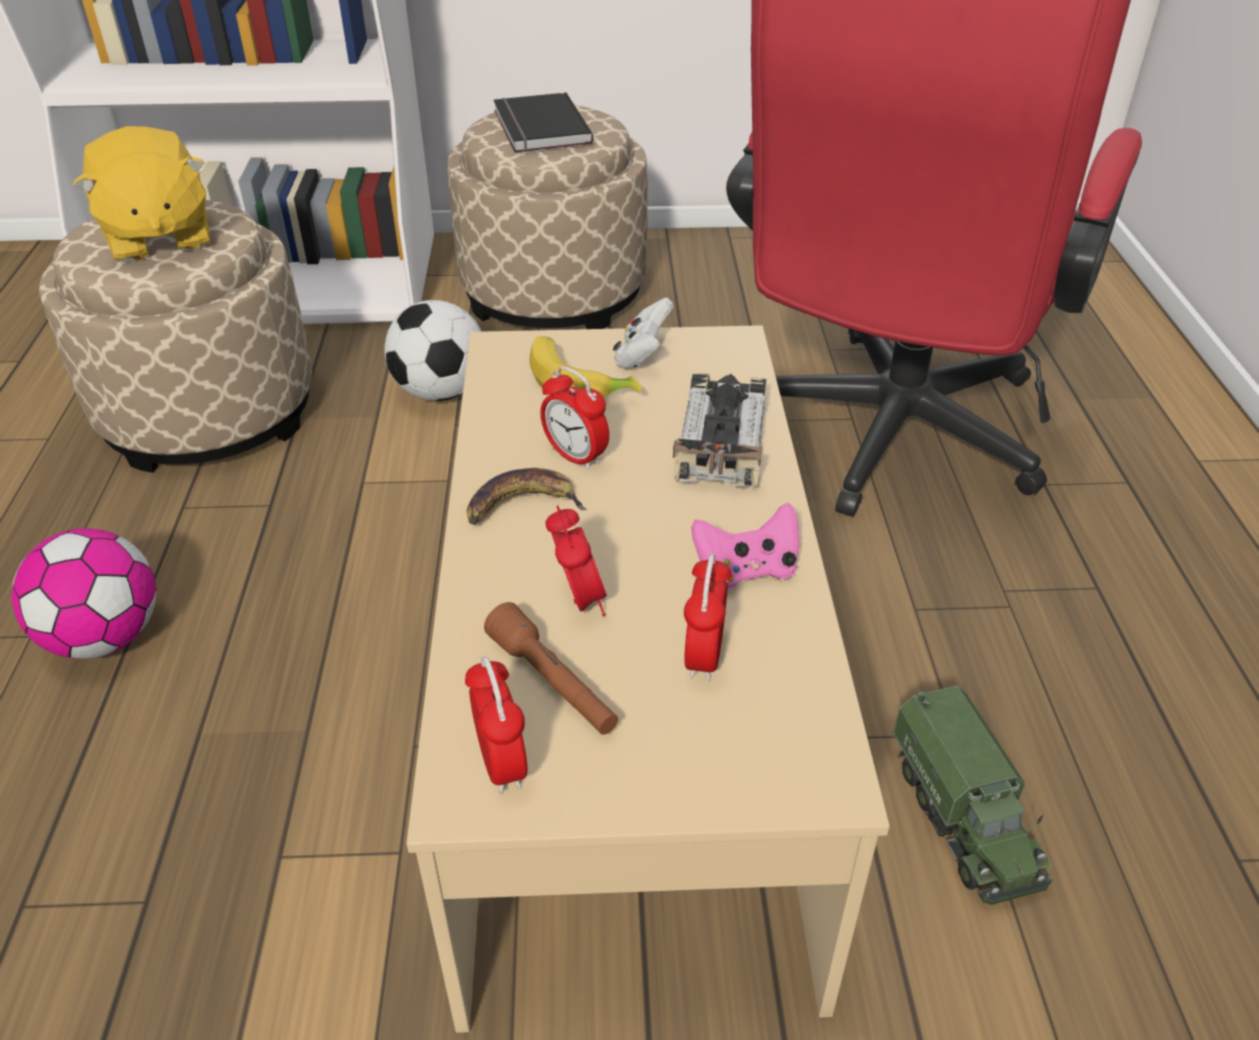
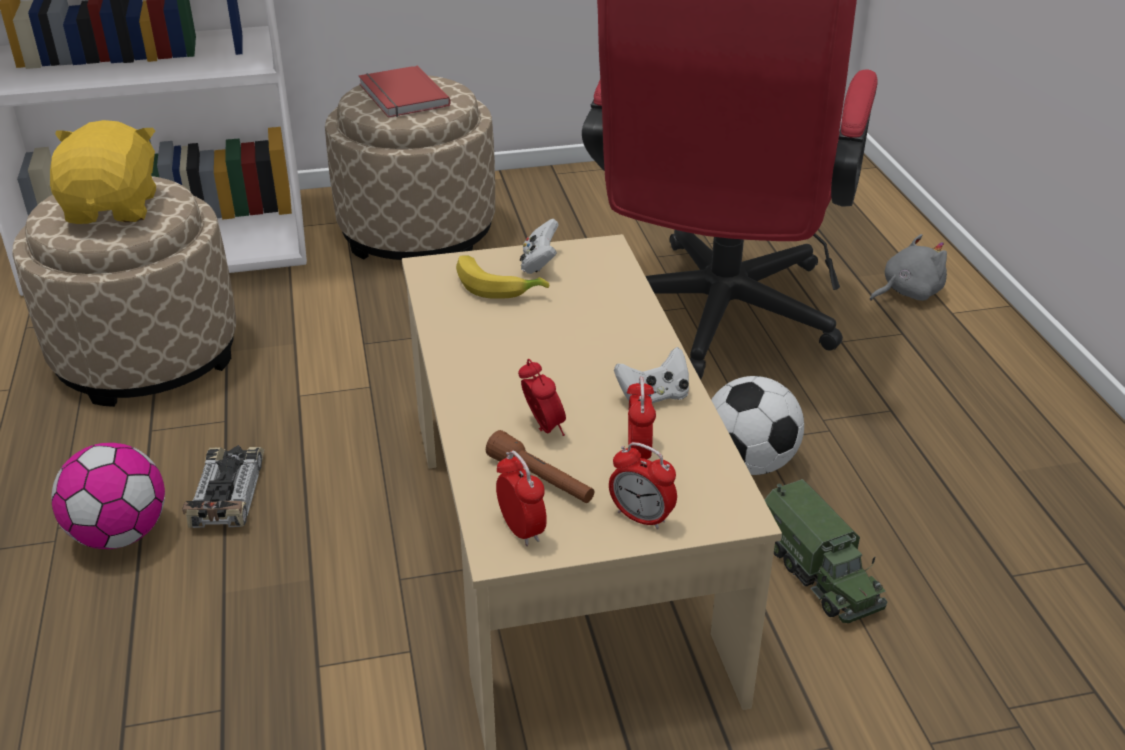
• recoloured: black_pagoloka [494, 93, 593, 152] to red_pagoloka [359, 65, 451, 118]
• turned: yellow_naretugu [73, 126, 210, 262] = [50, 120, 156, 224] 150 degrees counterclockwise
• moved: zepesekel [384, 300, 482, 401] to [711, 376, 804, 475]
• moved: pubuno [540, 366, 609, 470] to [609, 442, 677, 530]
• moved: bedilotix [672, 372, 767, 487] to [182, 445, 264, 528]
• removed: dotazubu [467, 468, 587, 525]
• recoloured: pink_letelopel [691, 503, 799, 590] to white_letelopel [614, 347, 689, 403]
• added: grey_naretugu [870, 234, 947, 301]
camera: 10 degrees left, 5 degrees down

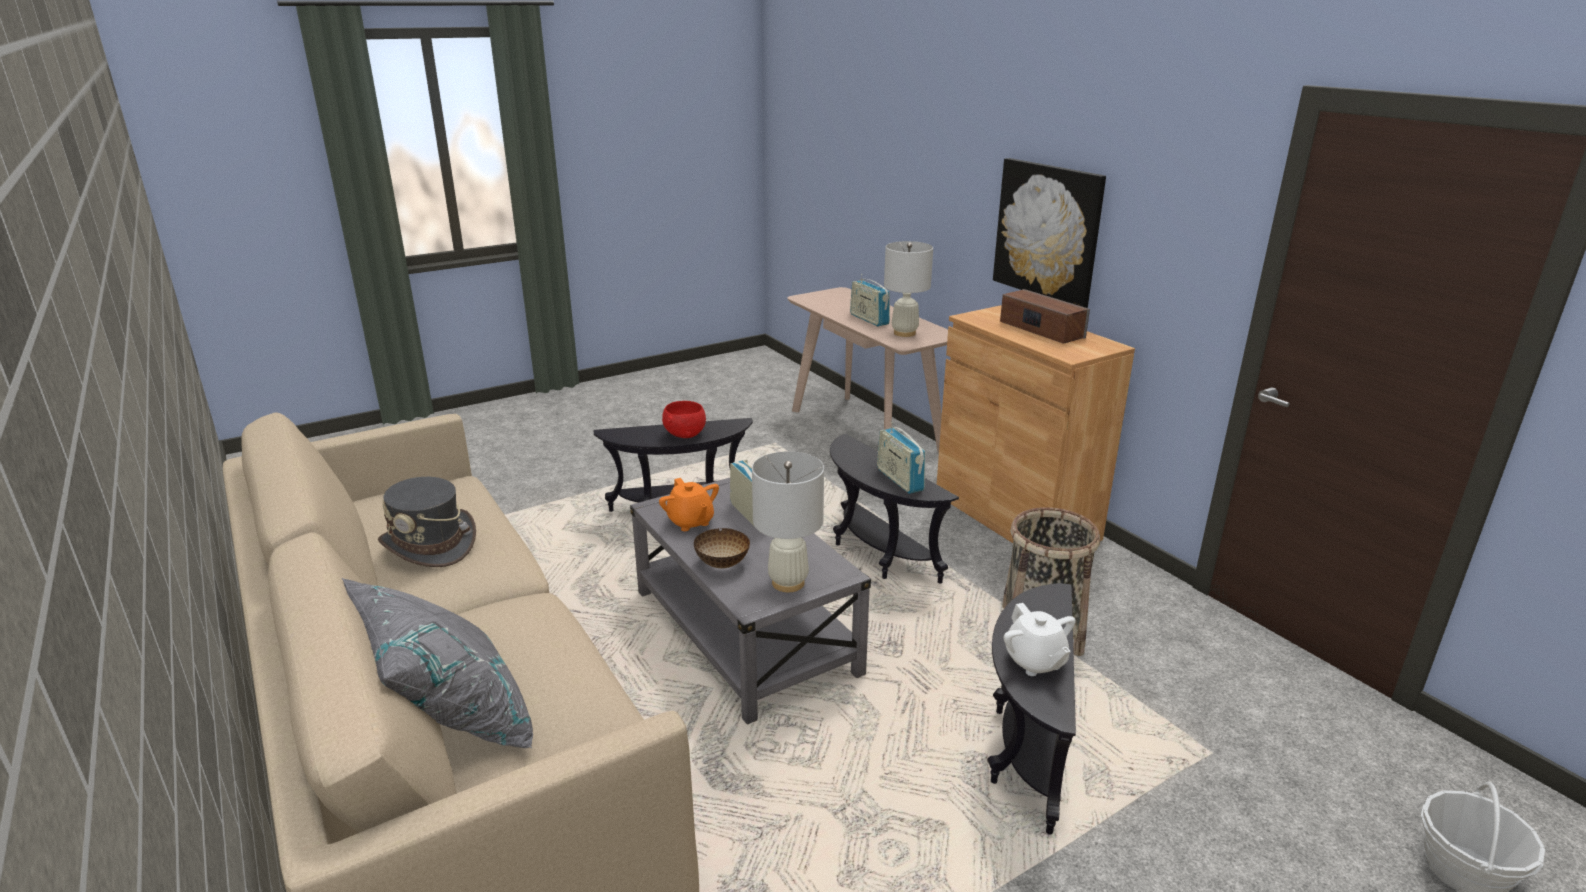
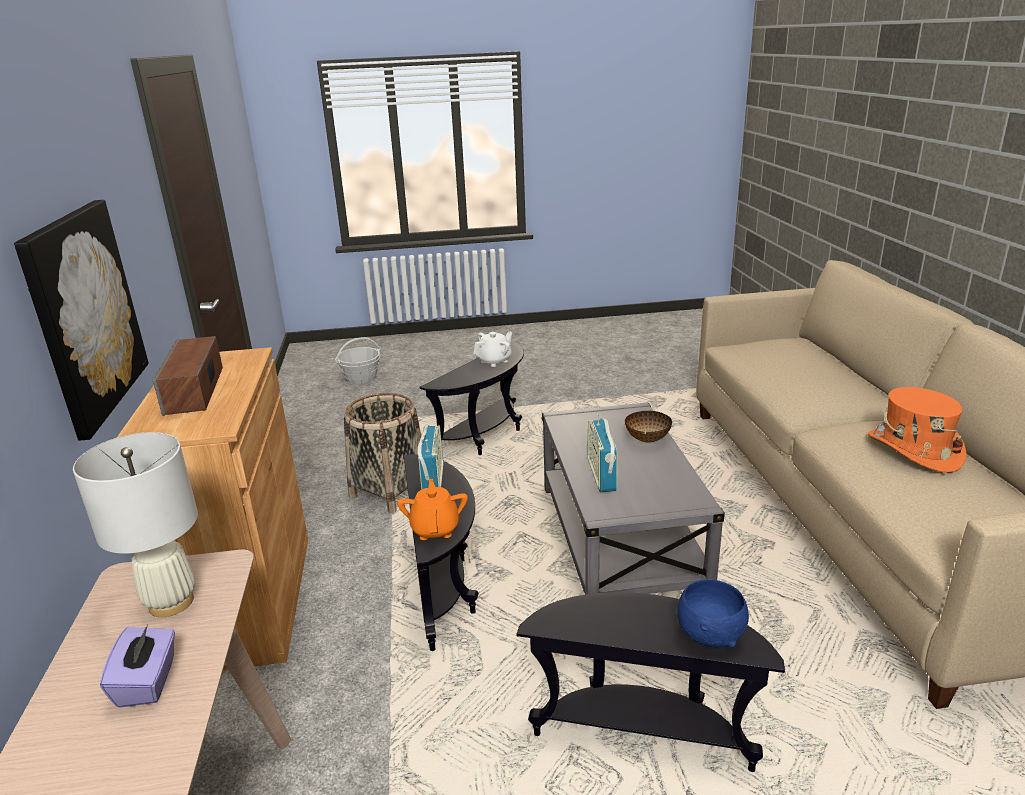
• replaced: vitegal [850, 274, 890, 326] to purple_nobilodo [100, 624, 175, 707]
• removed: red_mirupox [662, 401, 706, 438]
• removed: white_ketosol [752, 451, 824, 592]
• recoloured: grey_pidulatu [378, 477, 476, 567] to orange_pidulatu [868, 387, 966, 473]
• moved: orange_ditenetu [659, 478, 719, 531] to [397, 479, 468, 540]
• removed: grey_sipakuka [342, 578, 533, 748]
• turned: white_ditenetu [1004, 603, 1076, 676] = [473, 332, 512, 367] 45 degrees clockwise
• added: blue_mirupox [677, 579, 749, 647]
camera: 155 degrees left, 0 degrees up

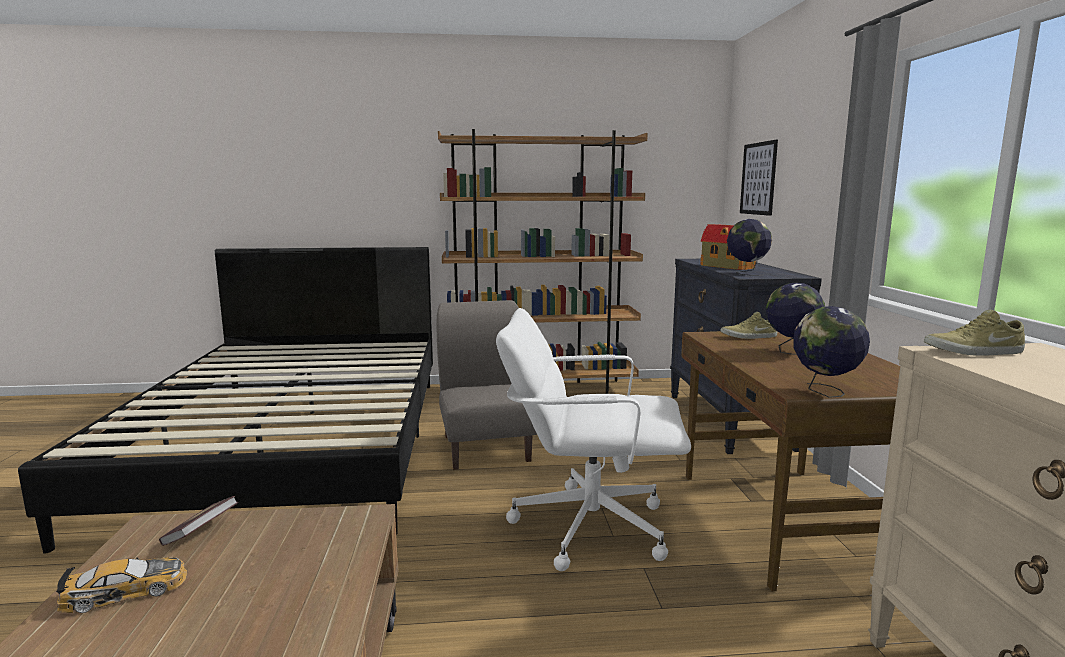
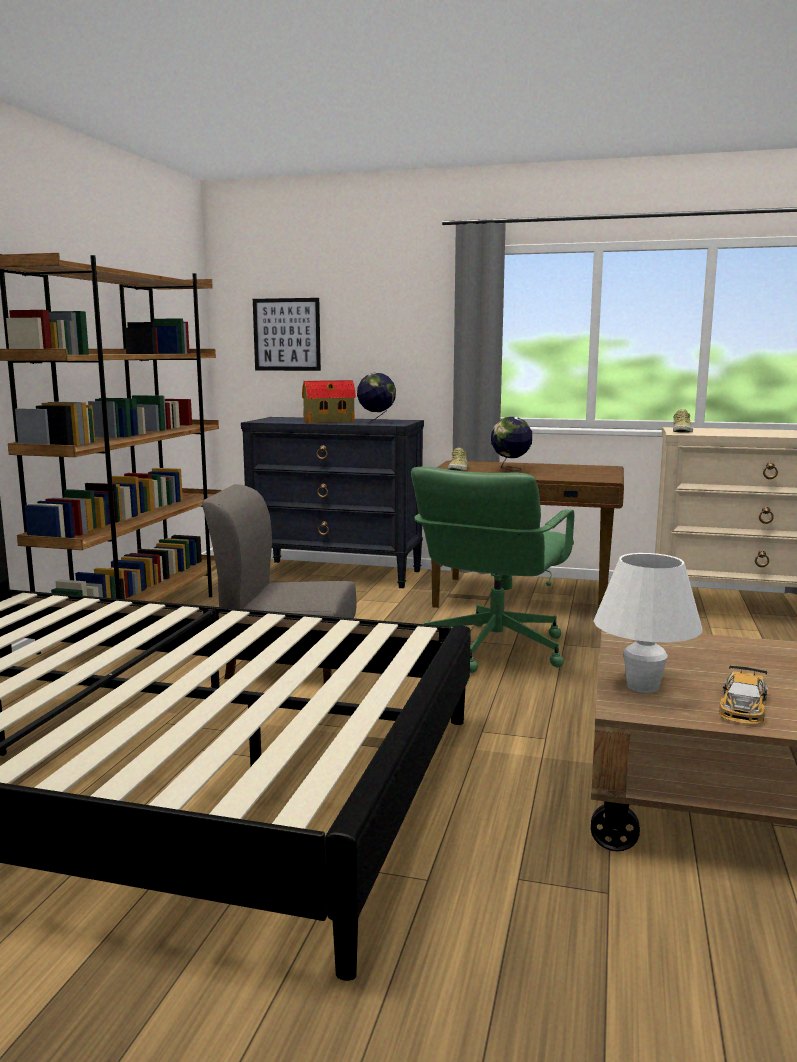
• removed: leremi [793, 306, 870, 398]
• recoloured: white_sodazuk [496, 308, 691, 571] to green_sodazuk [411, 466, 574, 673]
• replaced: pagoloka [159, 496, 238, 546] to white_ketosol [594, 553, 702, 693]
• turned: bedilotix [56, 557, 187, 613] = [719, 665, 768, 724] 150 degrees counterclockwise
camera: 70 degrees left, 0 degrees up

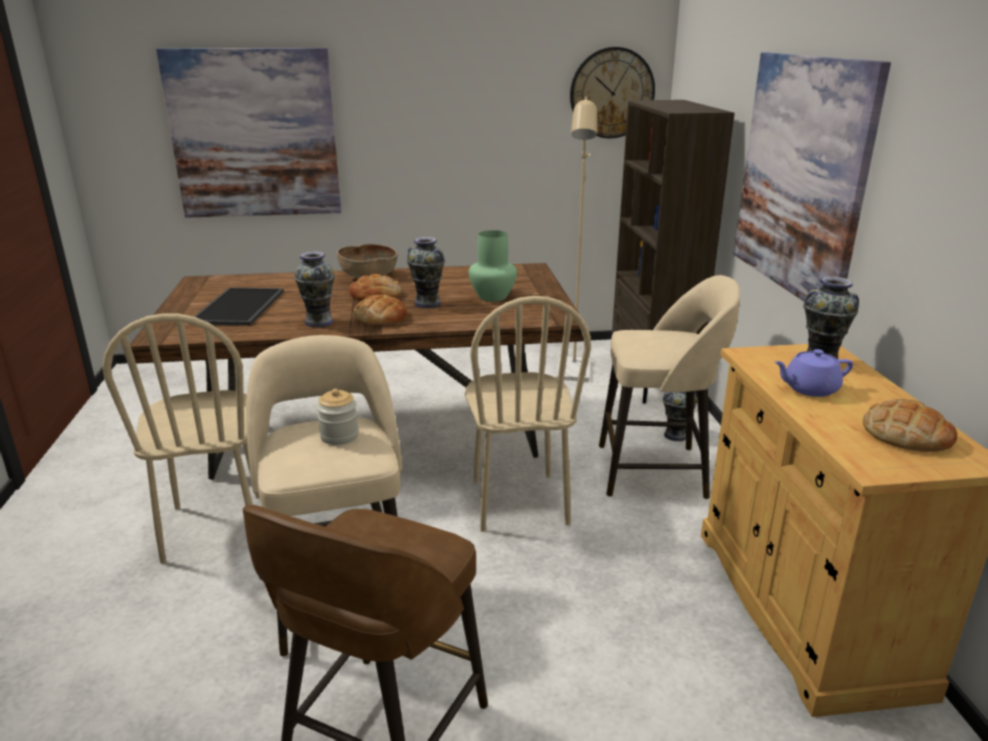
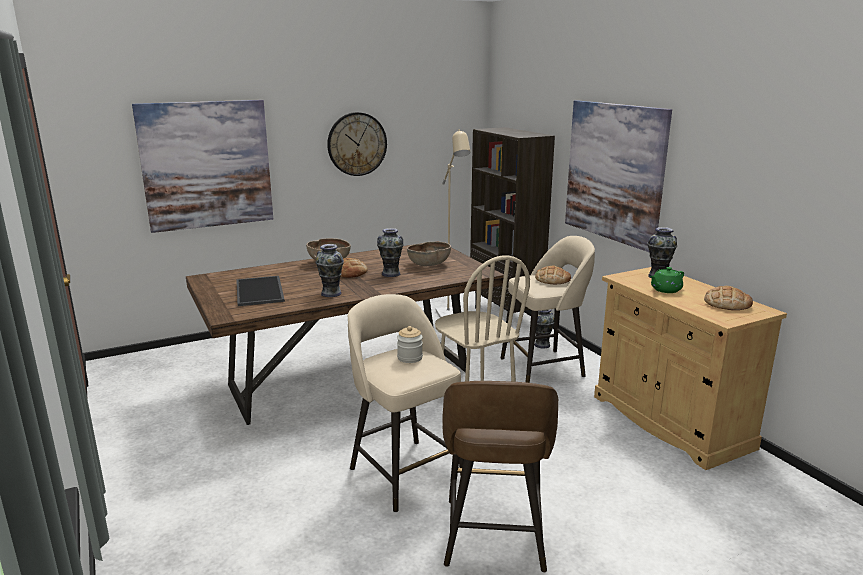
• moved: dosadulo [570, 47, 655, 139] to [327, 112, 387, 176]
• replaced: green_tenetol [469, 230, 517, 301] to brown_mirupox [407, 242, 451, 266]
• moved: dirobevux [354, 294, 407, 325] to [535, 265, 571, 284]
• removed: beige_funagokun [103, 313, 260, 564]
• recoloured: purple_ditenetu [774, 349, 853, 397] to green_ditenetu [650, 267, 684, 293]
camera: 20 degrees left, 5 degrees down

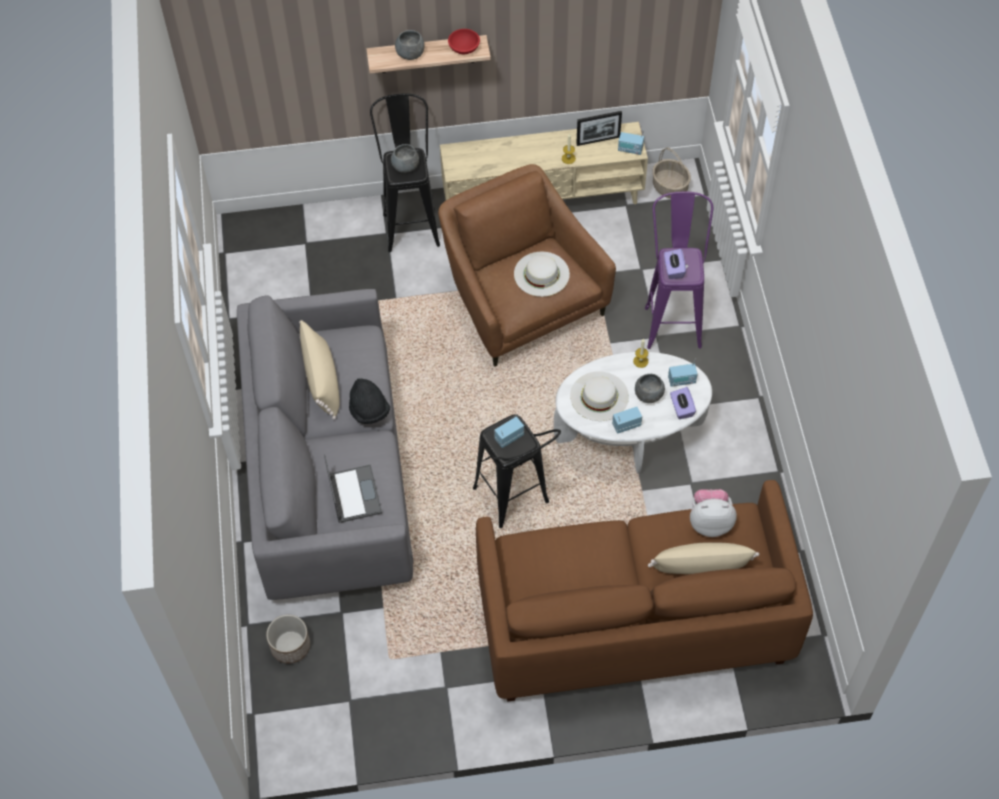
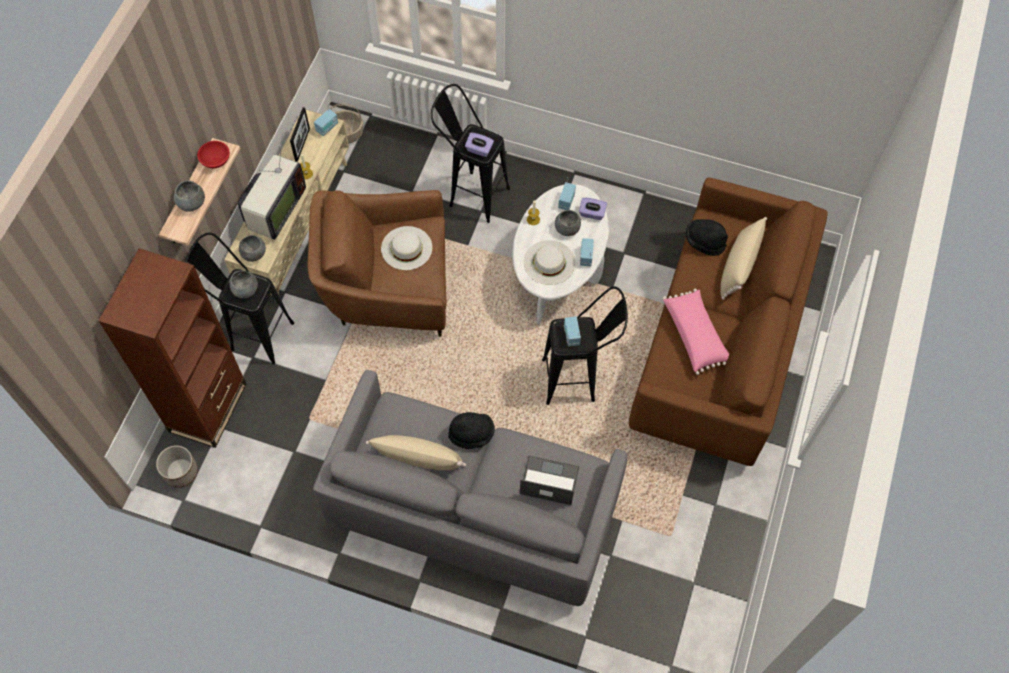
• recoloured: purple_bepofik [645, 192, 713, 349] to black_bepofik [431, 84, 510, 223]
• replaced: naretugu [690, 489, 737, 537] to black_pidulatu [686, 219, 728, 256]
• moved: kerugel [266, 615, 310, 664] to [156, 445, 198, 488]
• added: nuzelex [238, 134, 306, 239]
• added: grey_mirupox [239, 235, 266, 262]
• added: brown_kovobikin [98, 248, 246, 448]
• added: pink_sipakuka [663, 288, 729, 375]
camera: 65 degrees left, 5 degrees up

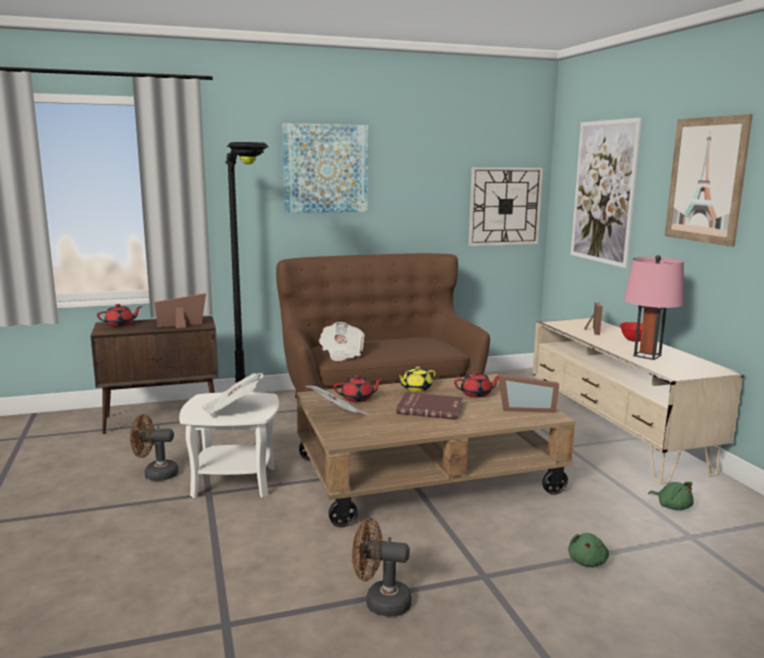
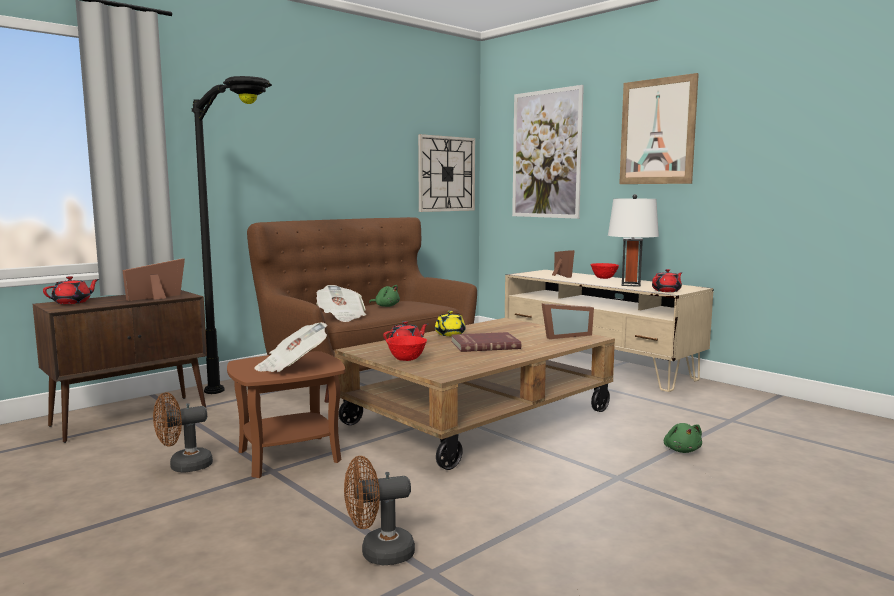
• removed: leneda [282, 123, 368, 213]
• recoloured: pink_ketosol [624, 255, 684, 360] to white_ketosol [608, 194, 659, 287]
• moved: red_ditenetu [454, 371, 498, 398] to [652, 269, 683, 292]
• replaced: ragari [306, 385, 367, 414] to red_mirupox [386, 336, 427, 361]
• recoloured: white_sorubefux [179, 392, 279, 498] to brown_sorubefux [227, 351, 345, 478]
• moved: green_naretugu [648, 482, 694, 510] to [369, 285, 400, 307]
• moved: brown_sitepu [352, 518, 412, 617] to [344, 456, 415, 565]
camera: 25 degrees left, 5 degrees down

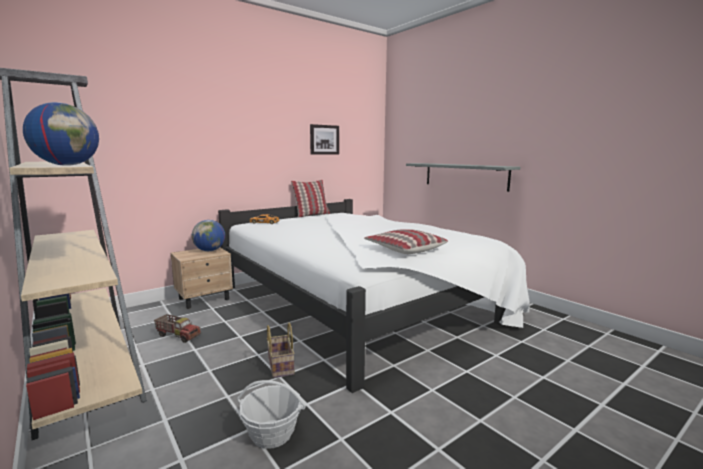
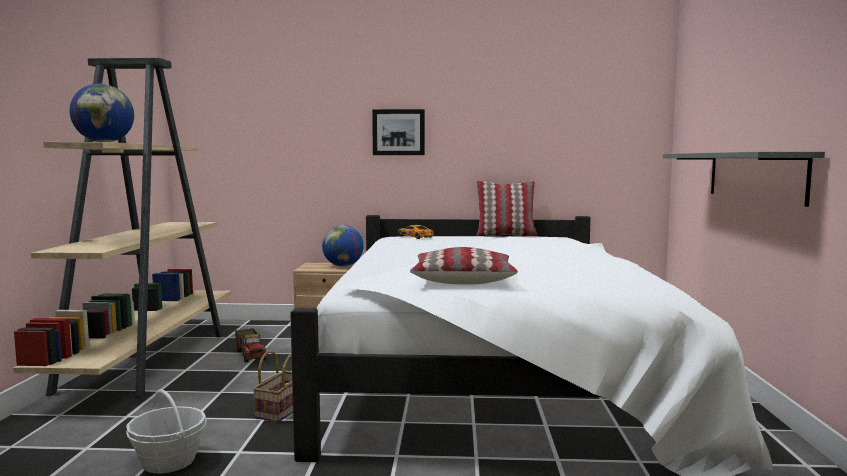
• moved: leneda [310, 124, 339, 155] to [372, 109, 425, 155]
camera: 40 degrees right, 5 degrees down

